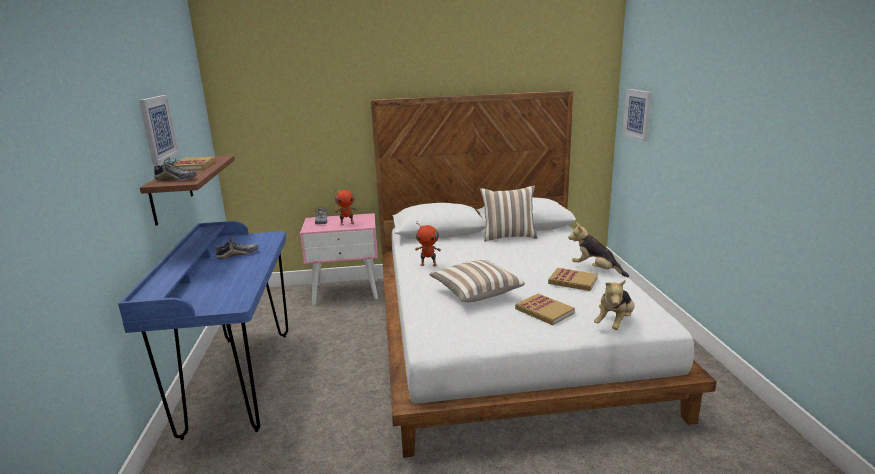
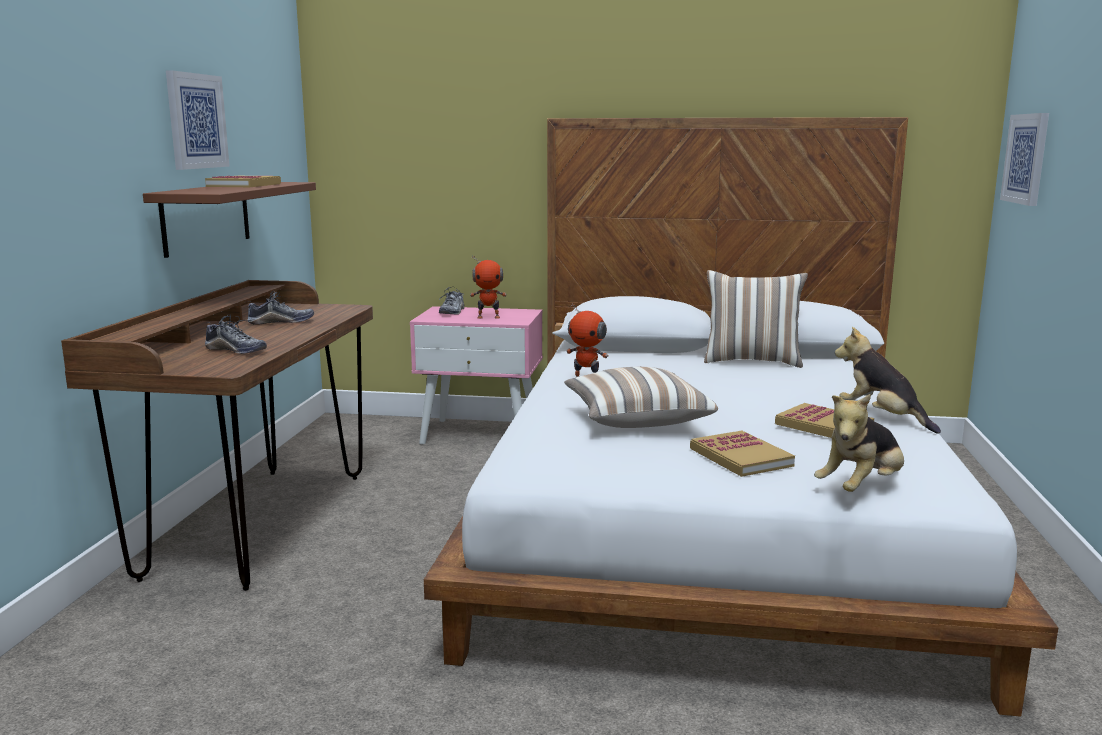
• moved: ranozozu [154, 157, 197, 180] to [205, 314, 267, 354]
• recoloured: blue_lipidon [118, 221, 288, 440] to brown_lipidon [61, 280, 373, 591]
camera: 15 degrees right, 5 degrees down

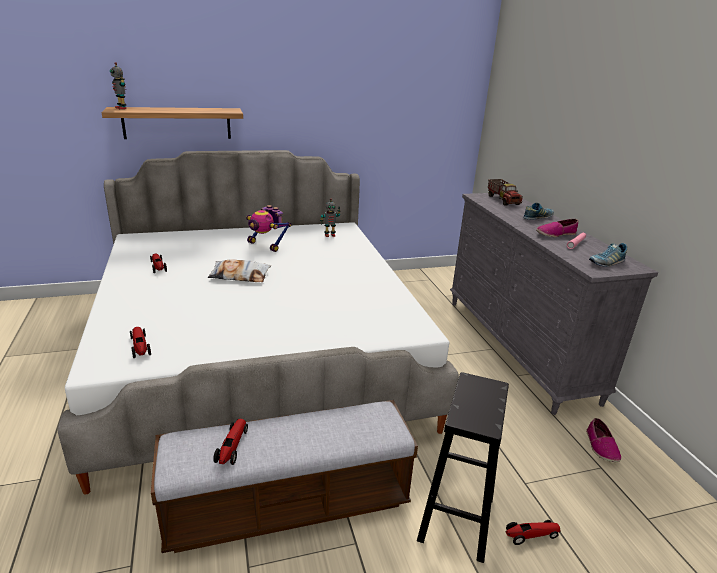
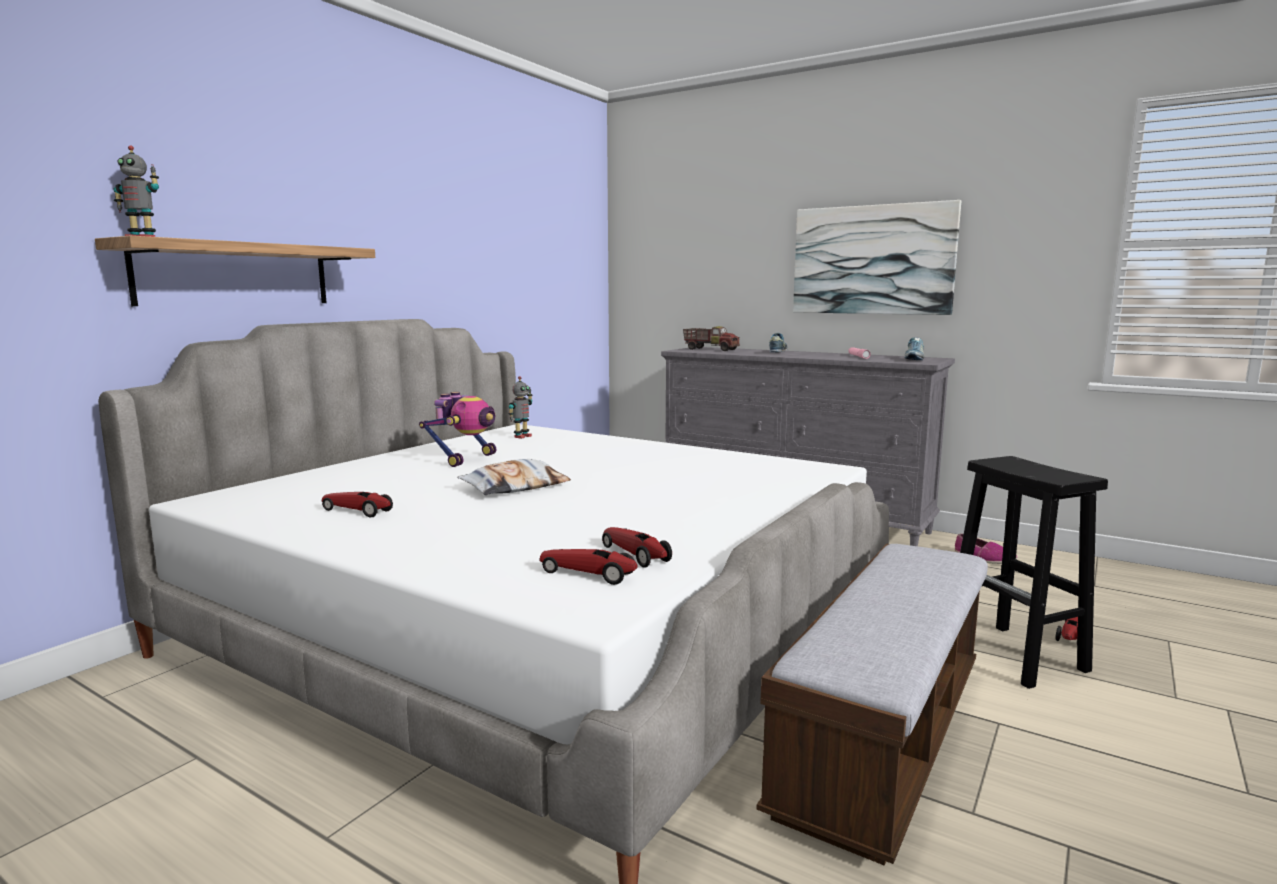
• turned: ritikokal [246, 205, 291, 252] = [419, 392, 496, 467] 60 degrees counterclockwise
• removed: ranozozu [536, 219, 578, 237]
• moved: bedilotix [213, 419, 248, 465] to [602, 527, 672, 567]
• added: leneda [793, 200, 961, 315]
camera: 40 degrees left, 15 degrees down

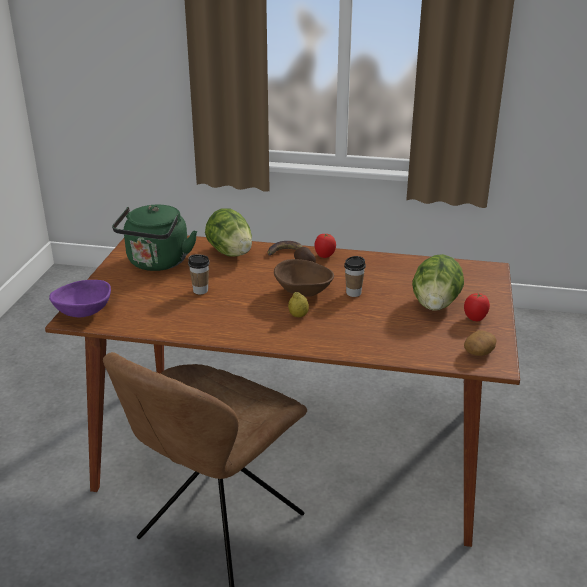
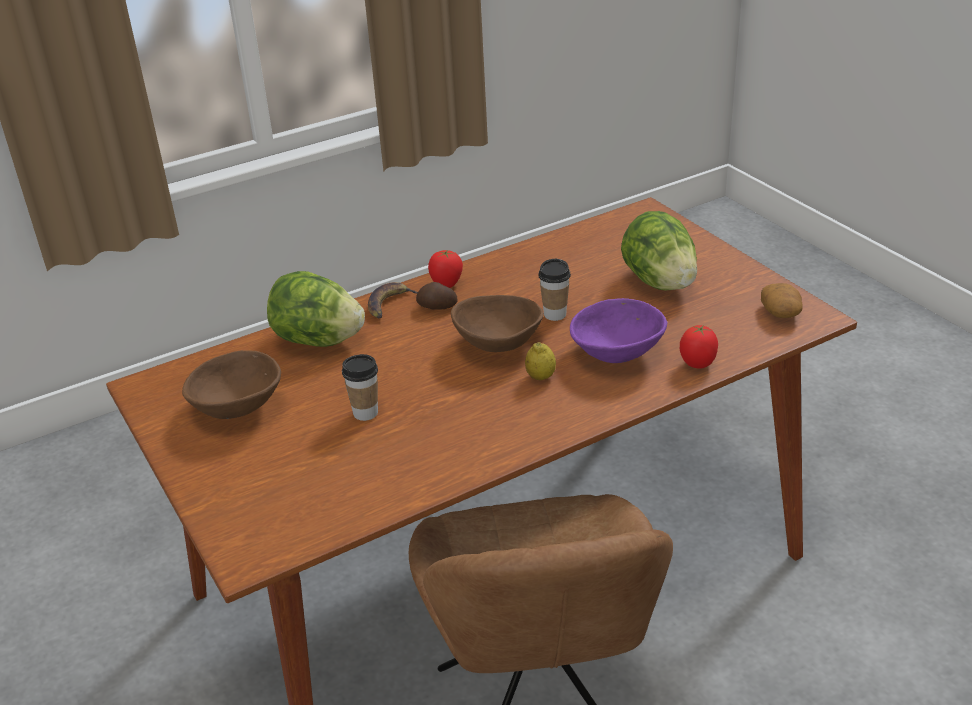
• replaced: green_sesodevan [112, 205, 197, 271] to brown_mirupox [182, 350, 281, 419]
• moved: purple_mirupox [49, 280, 111, 317] to [570, 298, 667, 363]
• moved: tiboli [464, 293, 490, 321] to [680, 324, 718, 369]
camera: 40 degrees left, 5 degrees up

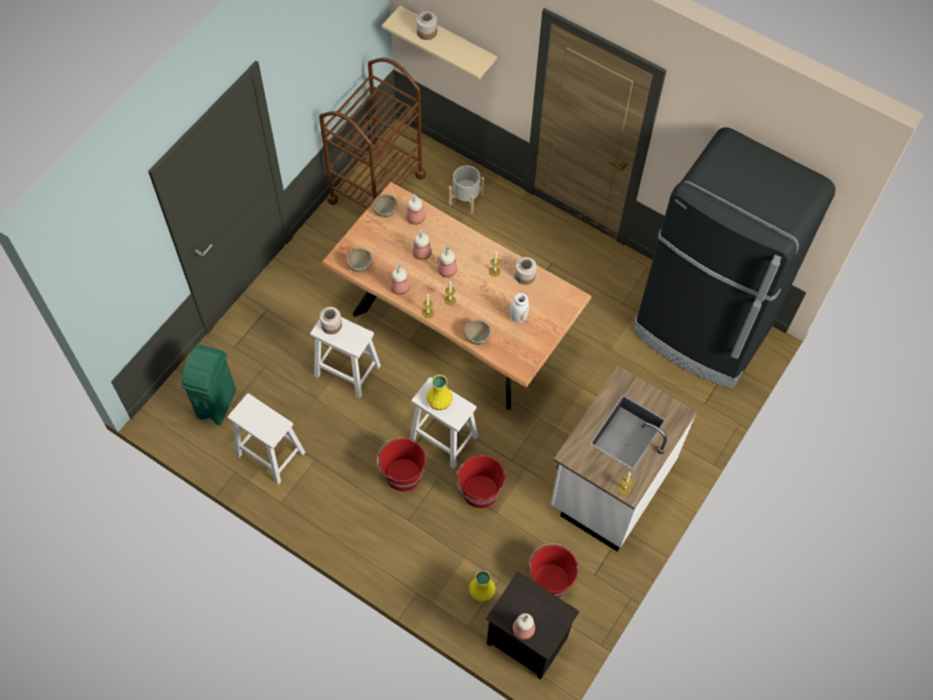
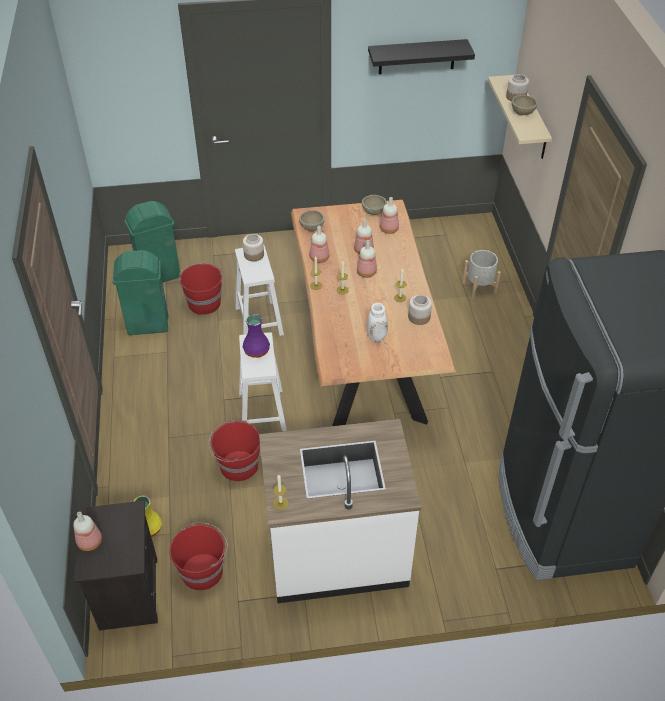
• removed: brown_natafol [319, 58, 426, 209]
• moved: beige_mirupox [464, 320, 491, 345] to [512, 95, 537, 116]
• recoloured: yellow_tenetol [426, 375, 453, 410] to purple_tenetol [243, 314, 270, 358]
• replaced: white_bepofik [227, 393, 305, 485] to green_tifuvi [113, 250, 168, 335]
• moved: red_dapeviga [377, 437, 426, 491] to [179, 263, 222, 315]
• added: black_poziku [368, 39, 475, 74]
camera: 50 degrees right, 15 degrees down

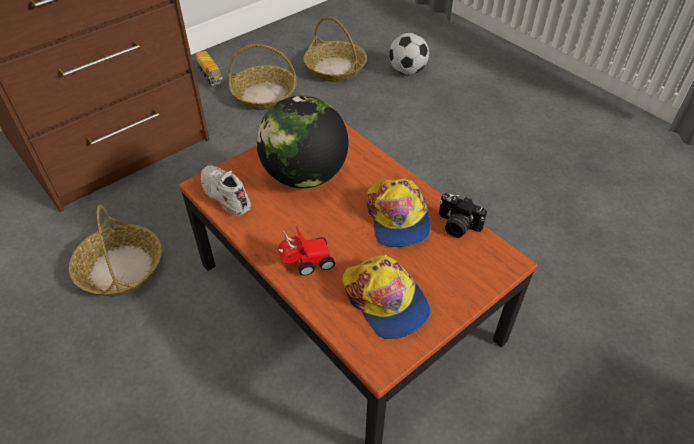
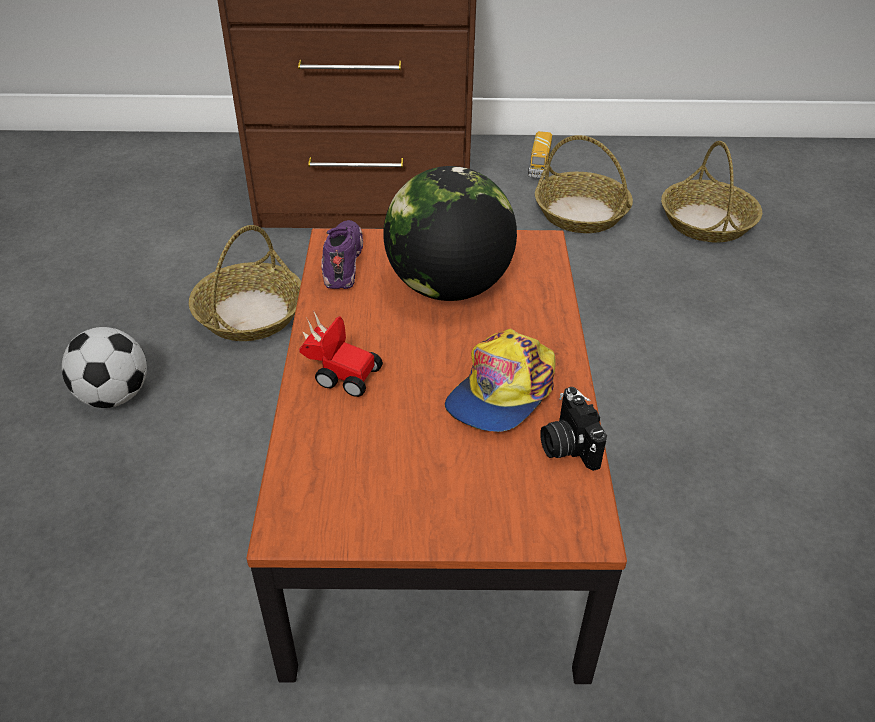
• moved: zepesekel [389, 33, 429, 75] to [62, 327, 147, 408]
• recoloured: white_ranozozu [201, 165, 251, 216] to purple_ranozozu [321, 220, 363, 289]
• removed: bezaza [342, 255, 431, 339]
camera: 40 degrees right, 5 degrees down

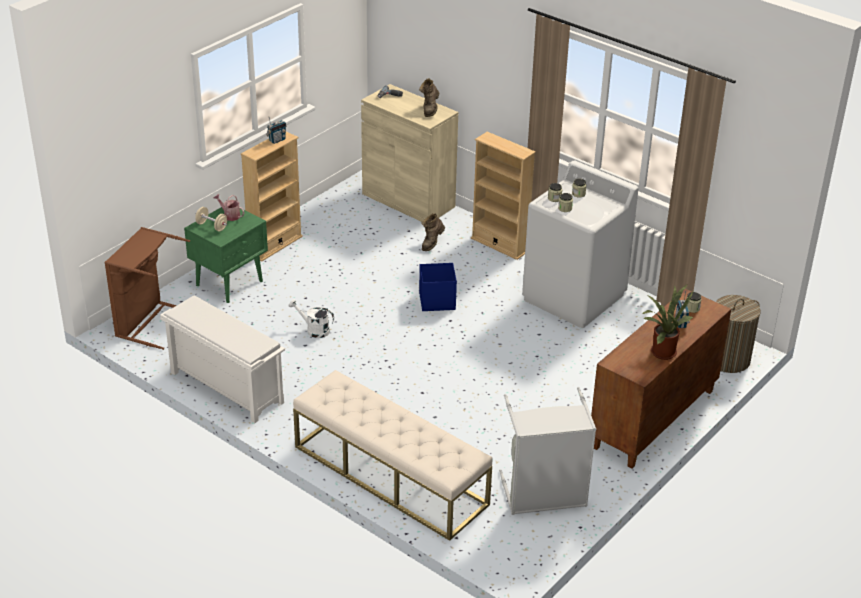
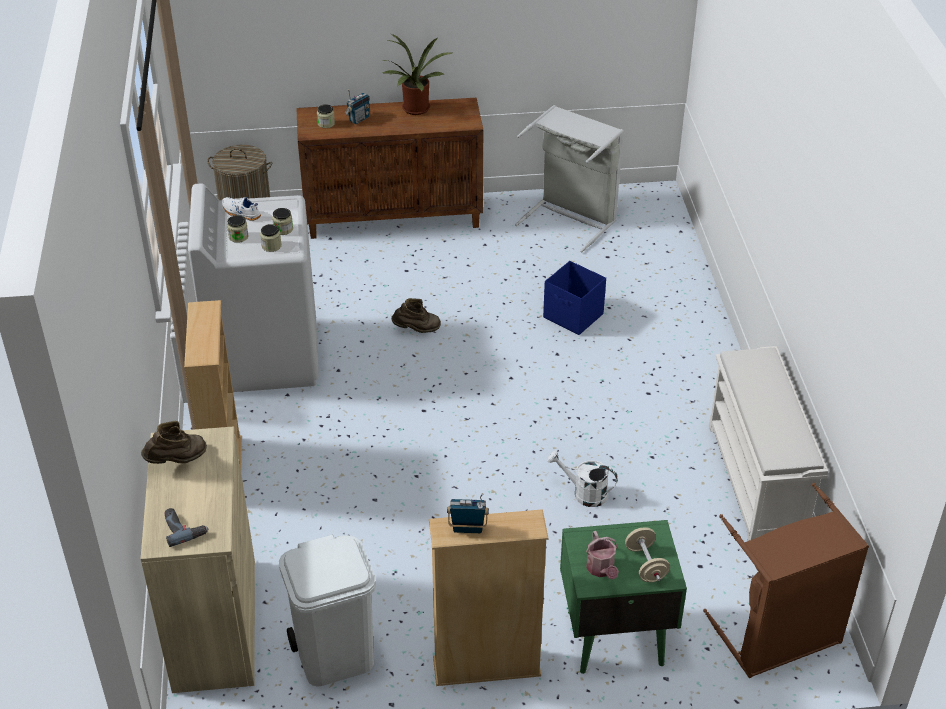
• moved: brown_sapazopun [421, 213, 445, 251] to [391, 298, 441, 333]
• moved: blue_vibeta [419, 263, 457, 311] to [543, 261, 606, 335]
• turned: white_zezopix [289, 299, 334, 338] = [548, 451, 618, 507] 135 degrees clockwise
• removed: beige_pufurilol [293, 370, 493, 541]
• added: white_ranozozu [222, 197, 261, 221]
• added: white_tifuvi [279, 535, 376, 687]
camera: 135 degrees left, 5 degrees up

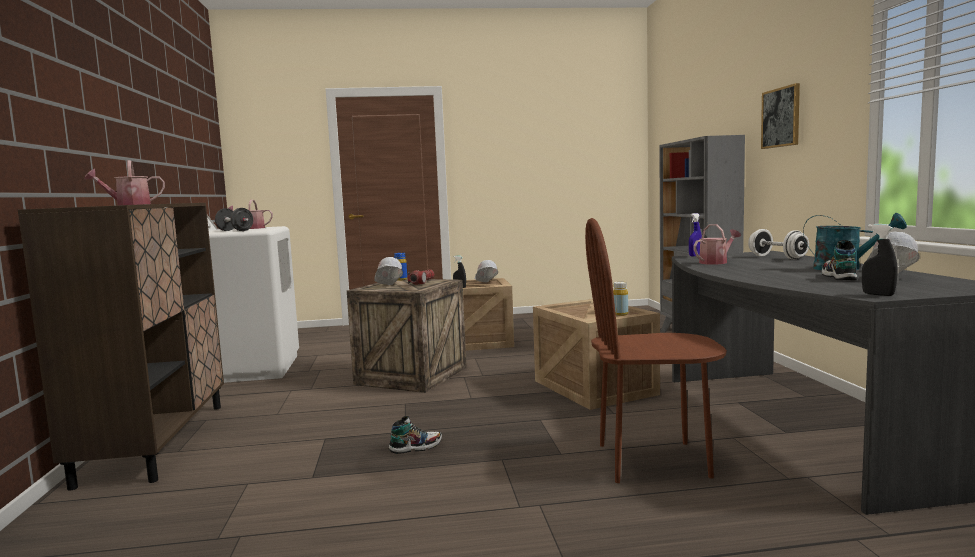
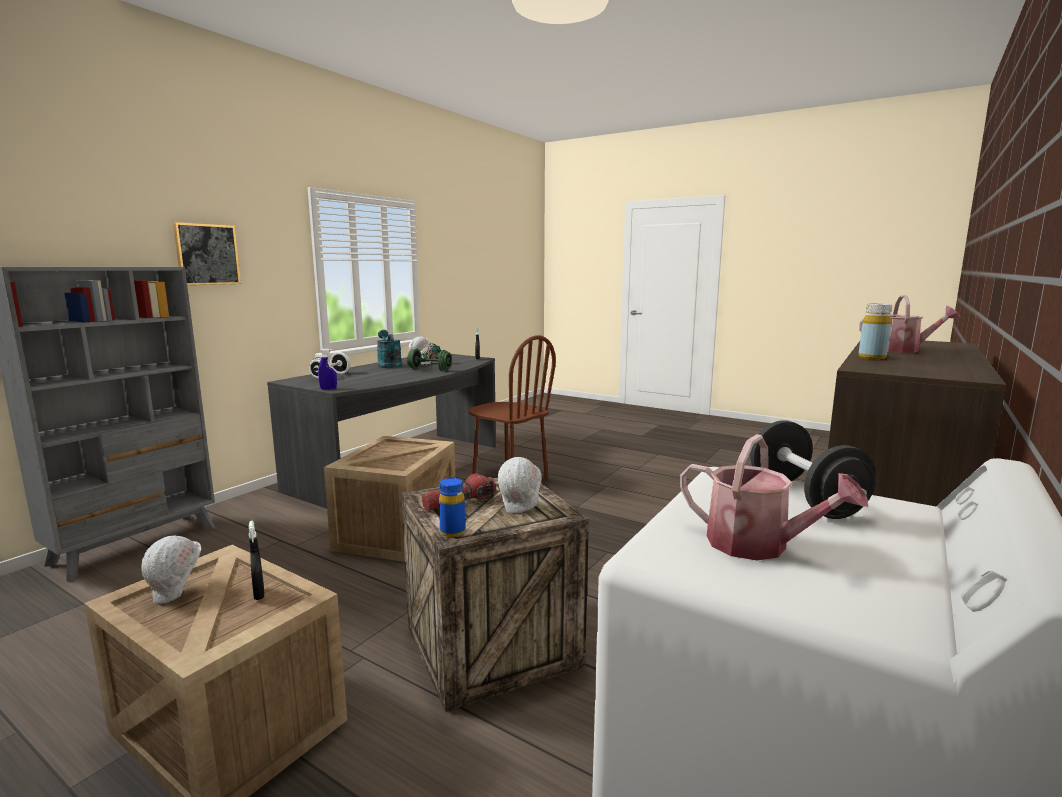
• removed: zezopix [693, 224, 741, 265]
• moved: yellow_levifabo [613, 282, 628, 316] to [859, 304, 892, 359]
• removed: ranozozu [389, 416, 442, 454]
• added: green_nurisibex [407, 349, 452, 371]
camera: 140 degrees left, 5 degrees up

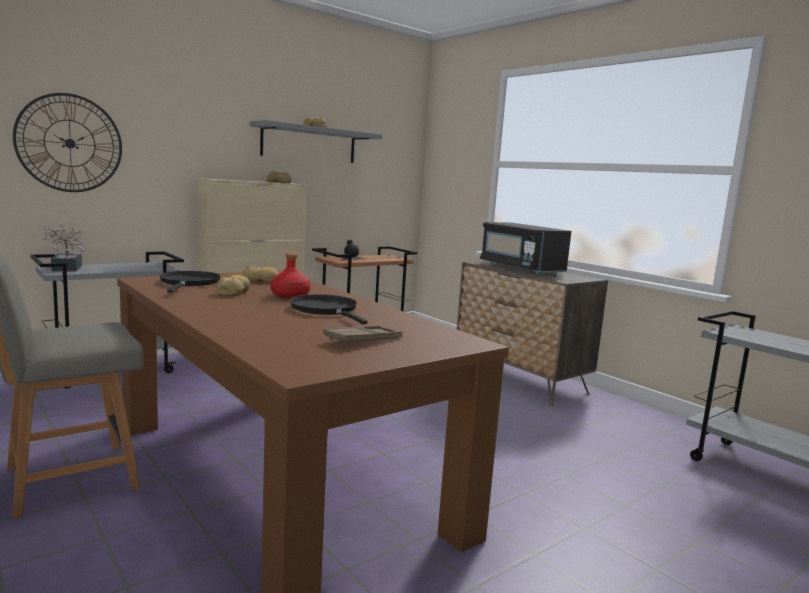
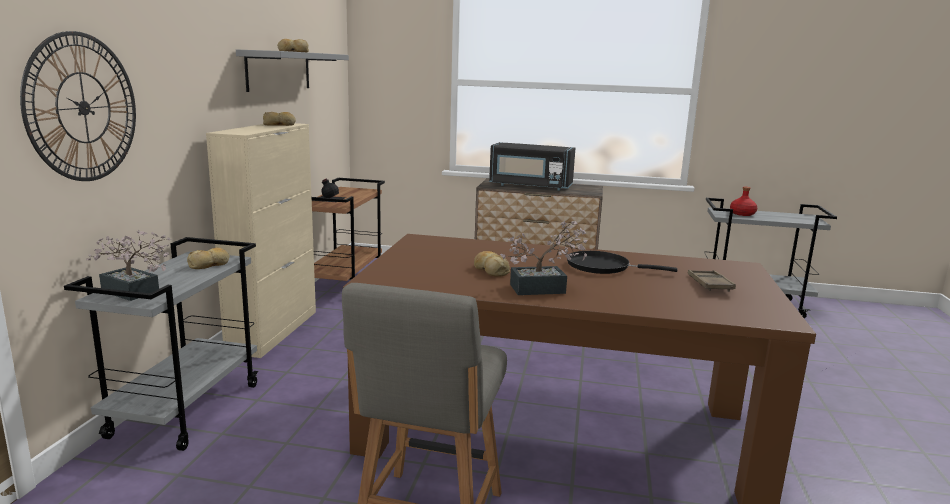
• moved: red_levifabo [270, 253, 311, 299] to [730, 187, 757, 216]
• moved: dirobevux [243, 266, 279, 283] to [187, 247, 230, 269]
• removed: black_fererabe [159, 271, 221, 292]
• added: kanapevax [500, 221, 588, 295]
camera: 40 degrees left, 5 degrees up

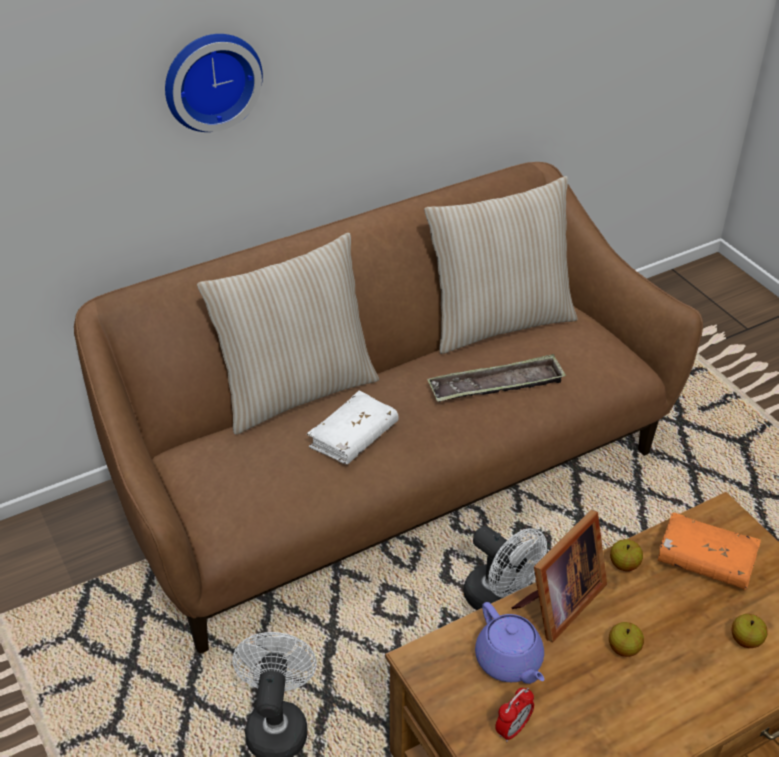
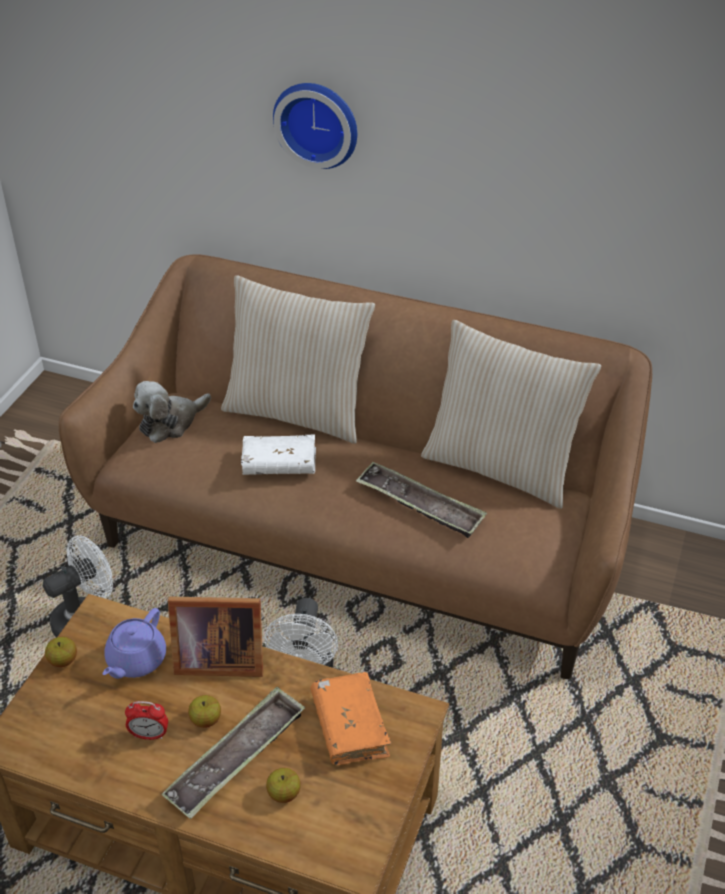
• moved: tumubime [610, 539, 643, 571] to [45, 637, 77, 667]
• moved: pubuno [495, 688, 534, 742] to [125, 701, 168, 740]
• added: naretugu [133, 381, 211, 443]
• added: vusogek [161, 687, 305, 819]
camera: 50 degrees right, 0 degrees up

